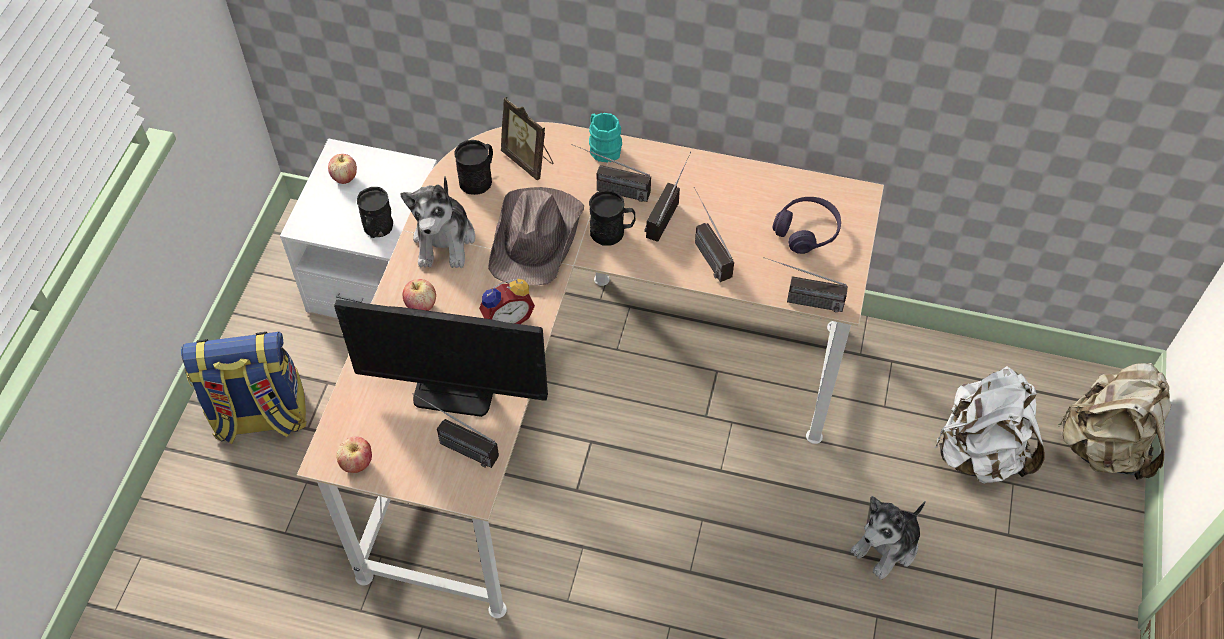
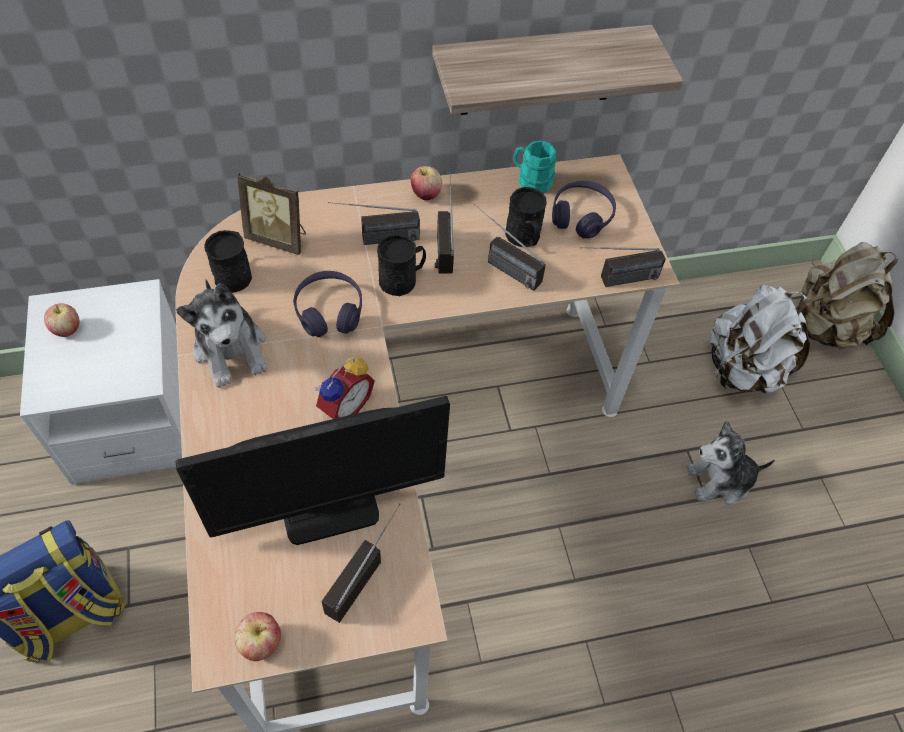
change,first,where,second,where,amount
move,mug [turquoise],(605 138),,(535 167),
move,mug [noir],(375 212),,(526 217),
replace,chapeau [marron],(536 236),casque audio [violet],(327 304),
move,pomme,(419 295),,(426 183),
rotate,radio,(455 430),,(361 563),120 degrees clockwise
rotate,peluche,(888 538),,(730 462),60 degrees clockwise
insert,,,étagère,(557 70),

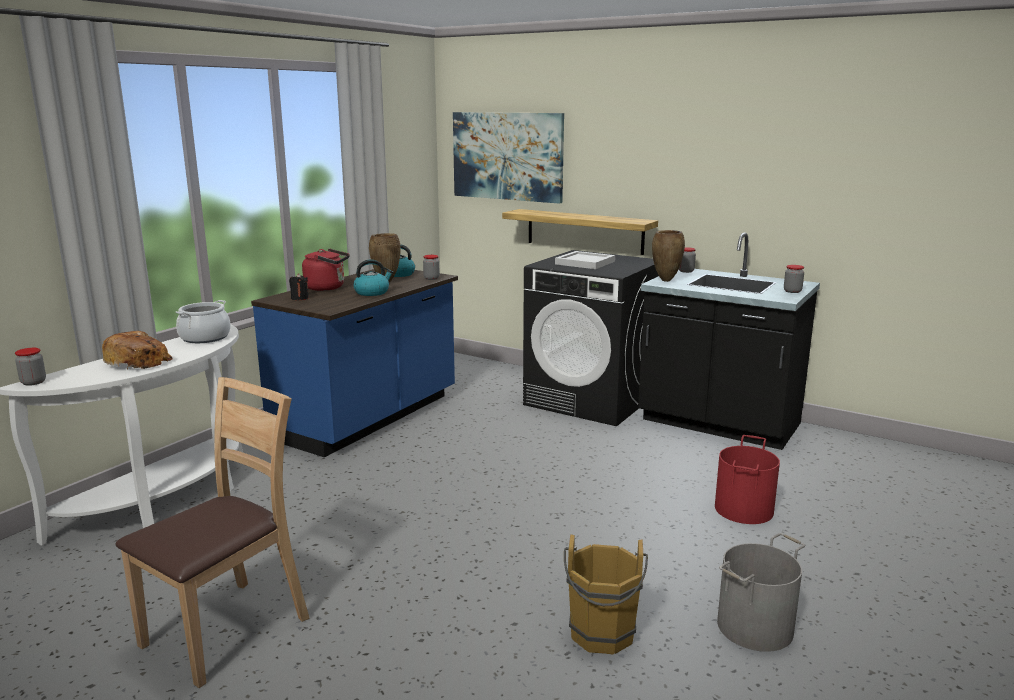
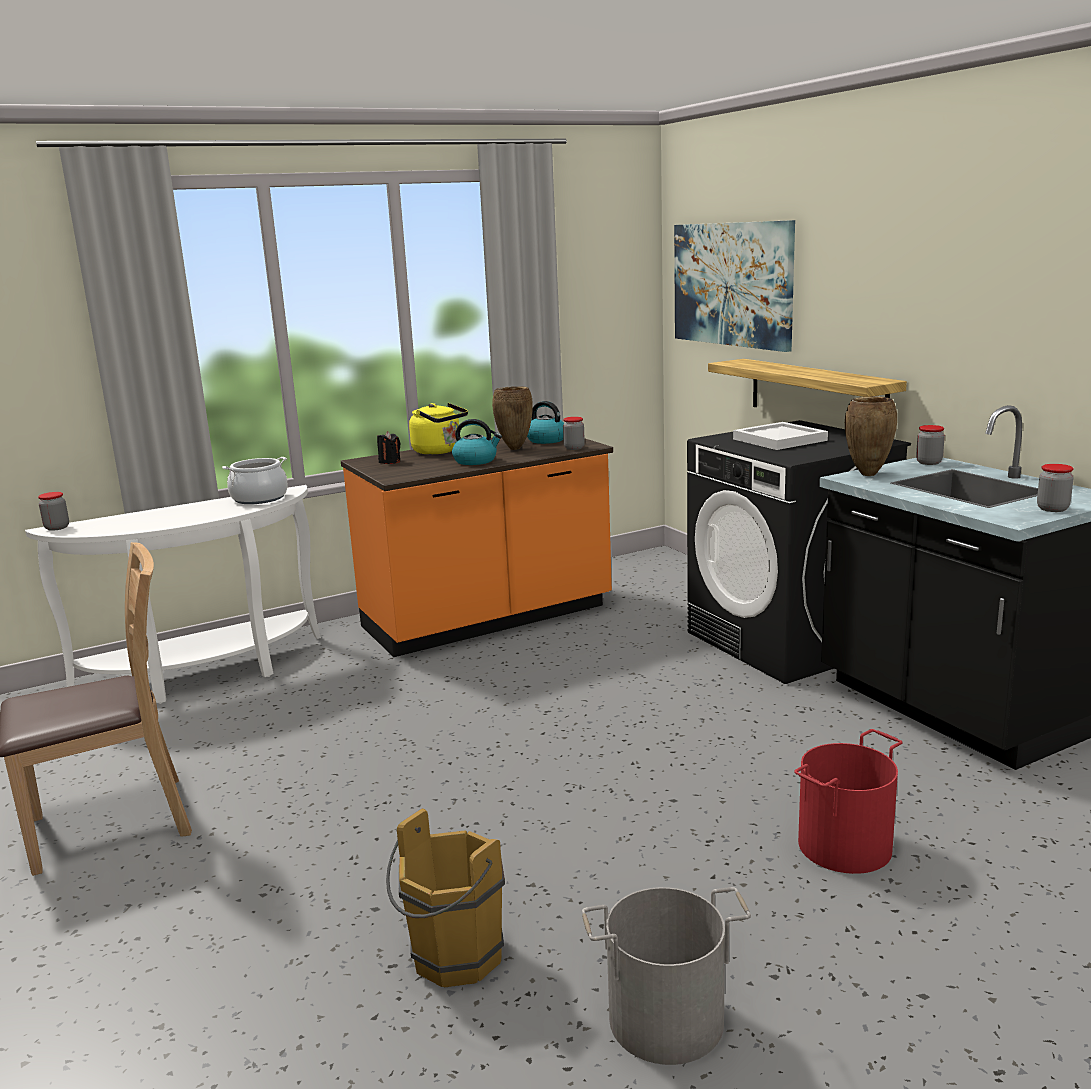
change,first,where,second,where,amount
recolor,bouilloire [rouge],(326 269),bouilloire [jaune],(438 429),
recolor,comptoir de cuisine [bleu],(354 363),comptoir de cuisine [orange],(477 547),
delete,pain,(137 350),,,

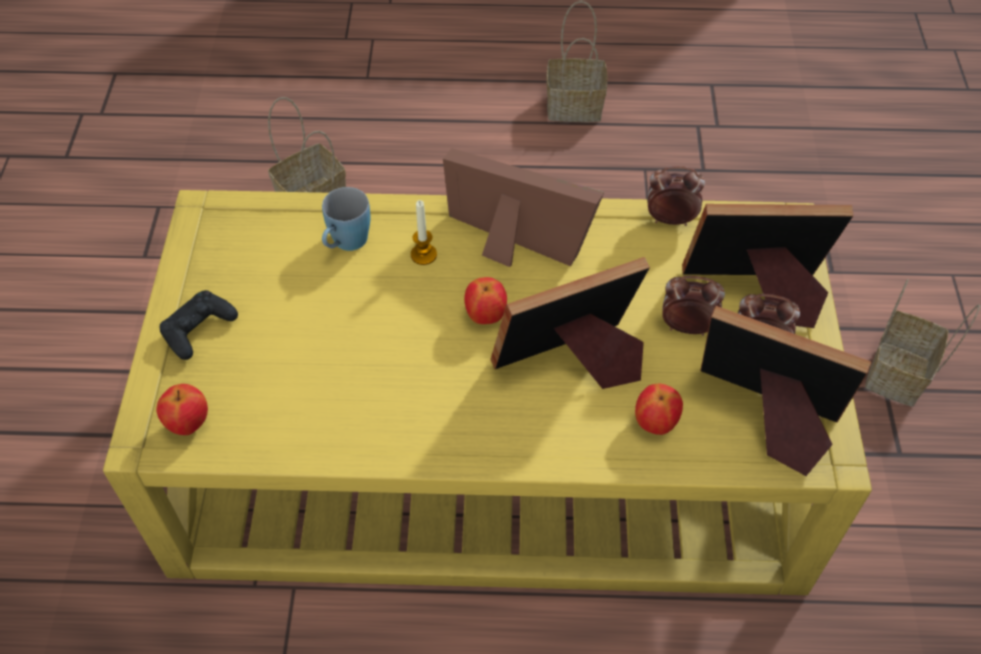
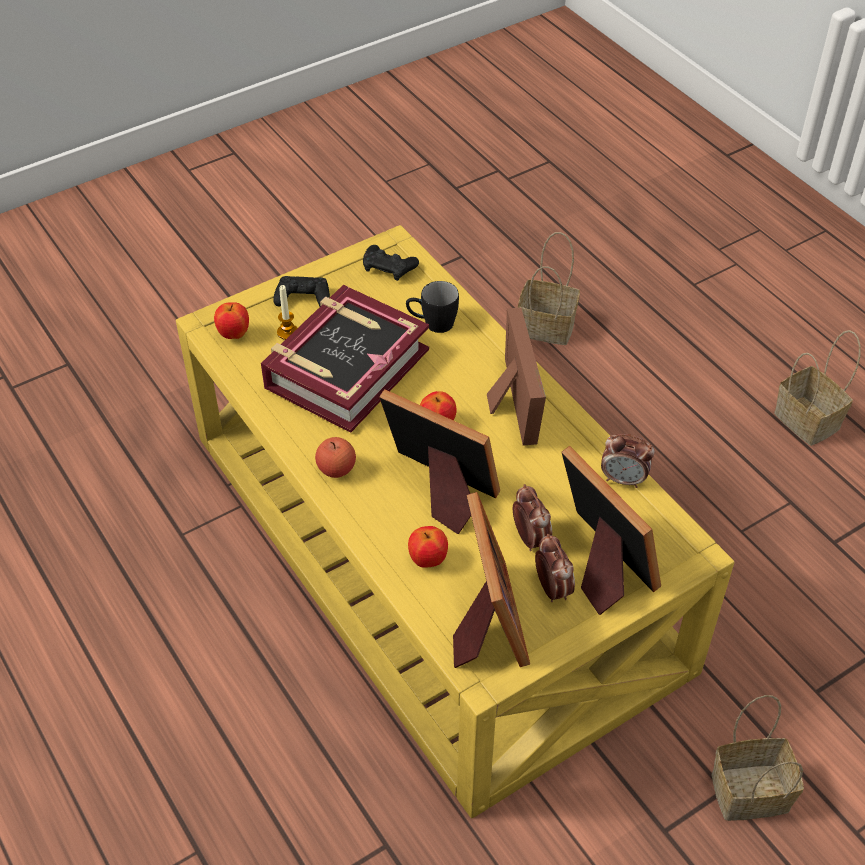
change,first,where,second,where,amount
rotate,réveil,(676 196),,(628 461),135 degrees clockwise
recolor,mug [bleu],(346 219),mug [noir],(432 307),
move,bougie,(424 232),,(287 312),
insert,,,manette [noir],(391 263),
insert,,,livre,(345 359),
insert,,,pomme,(335 457),

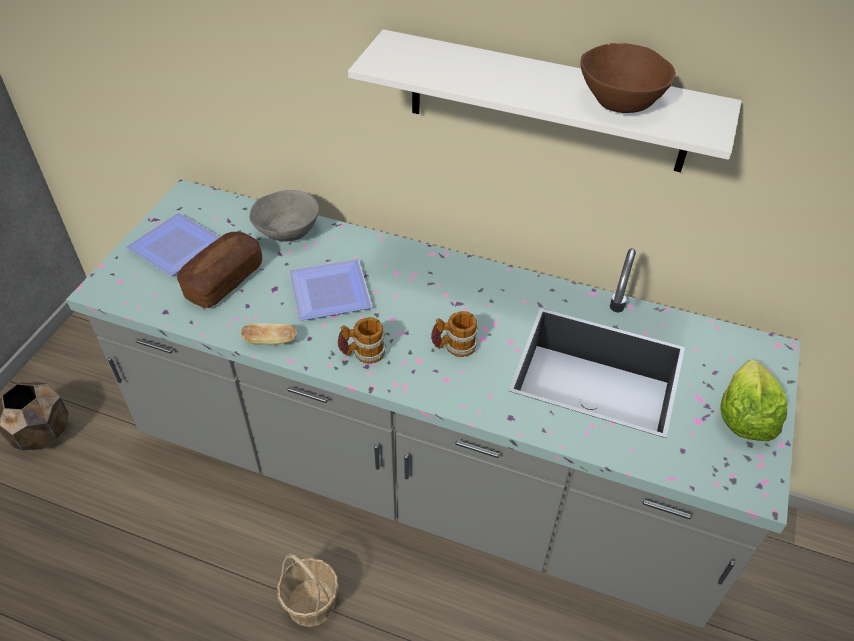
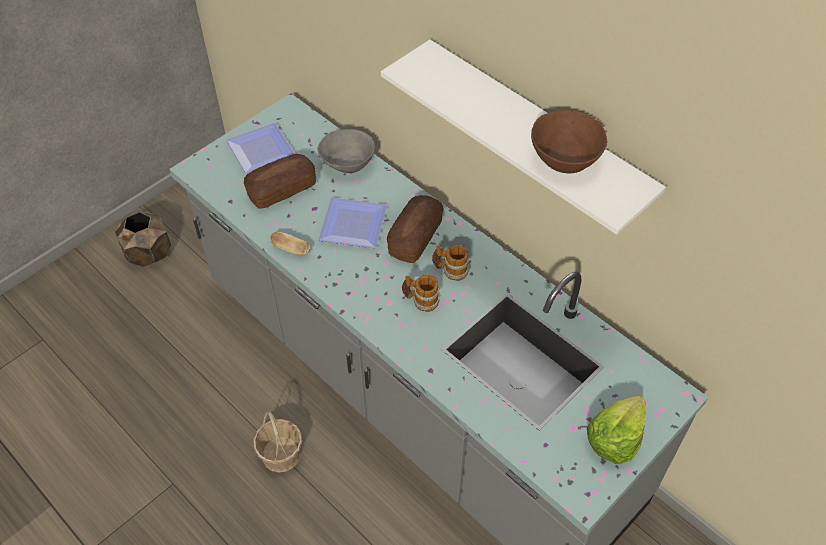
change,first,where,second,where,amount
move,mug,(362 340),,(450 263),
insert,,,pain,(415 229),

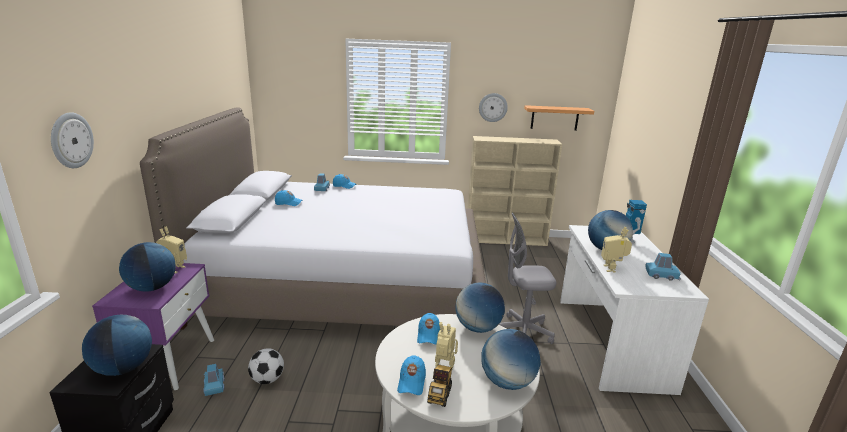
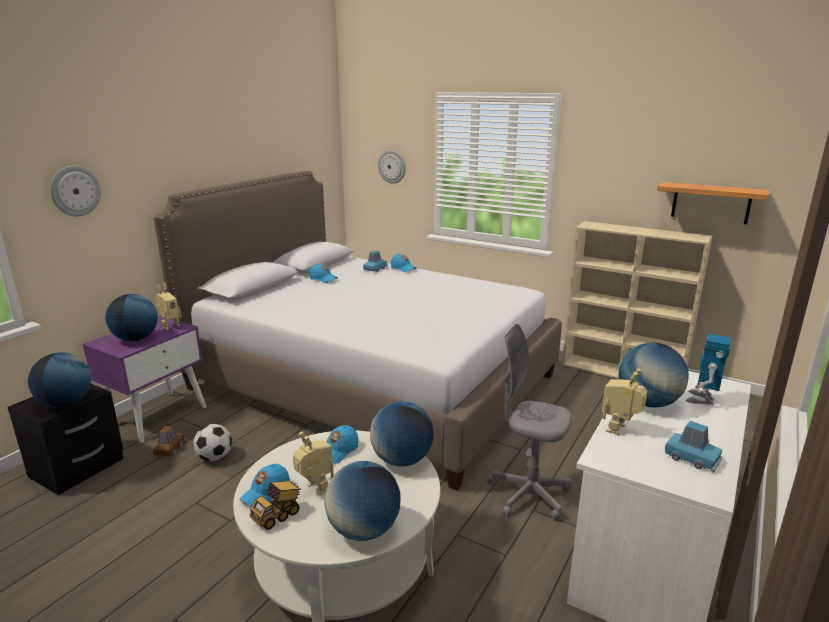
change,first,where,second,where,amount
move,horloge murale,(493 107),,(392 167),
recolor,petite voiture [bleu],(214 380),petite voiture [marron],(169 441),

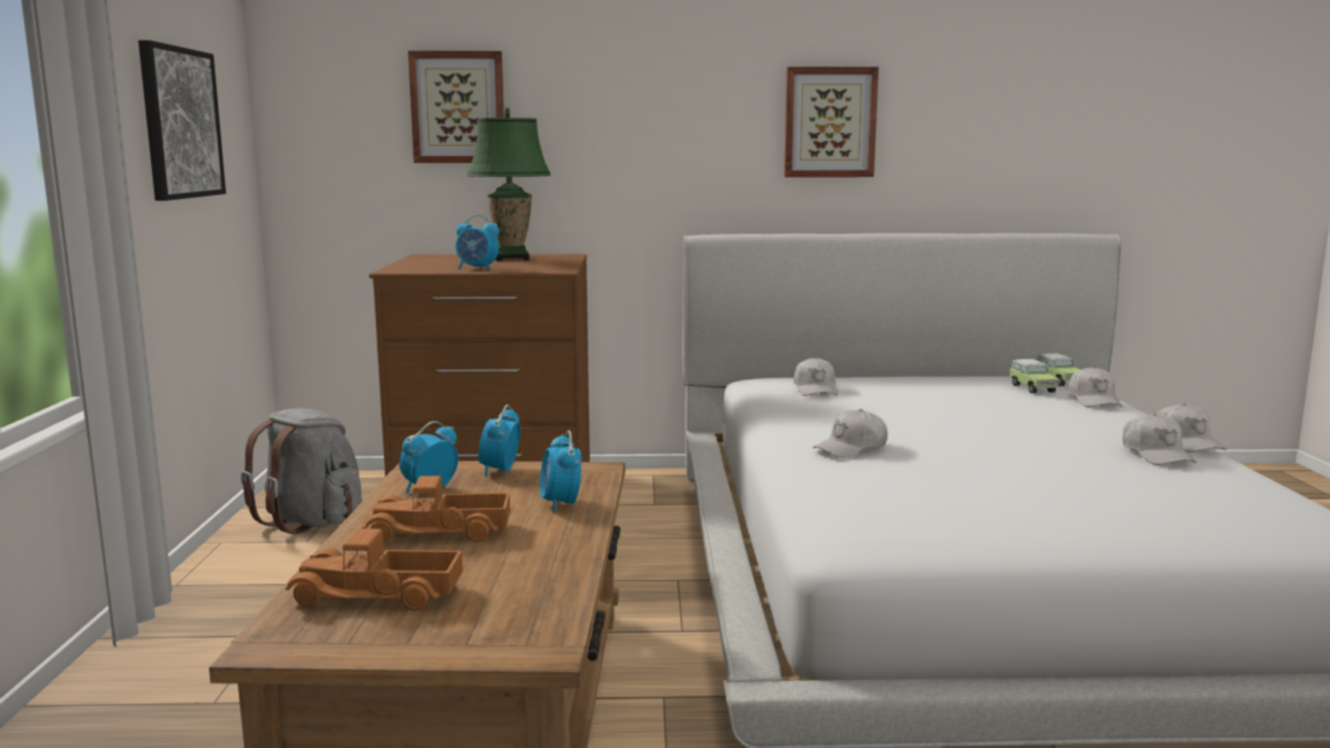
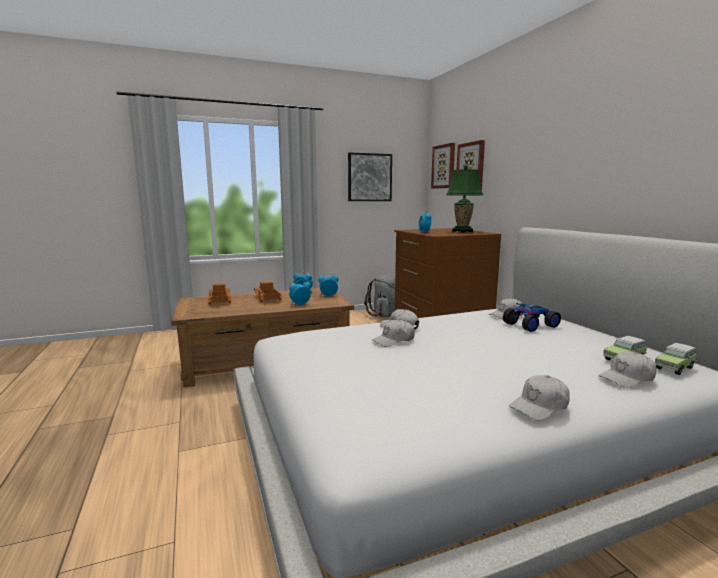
change,first,where,second,where,amount
move,tableau,(831 122),,(443 166),
move,casquette [blanc],(1159 439),,(393 333),
insert,,,petite voiture,(532 317),

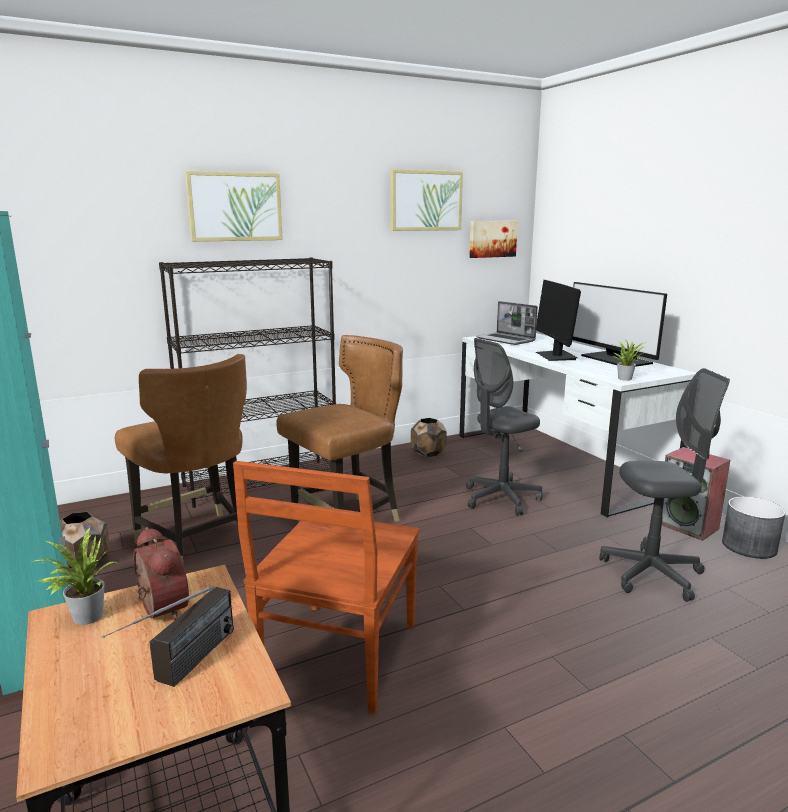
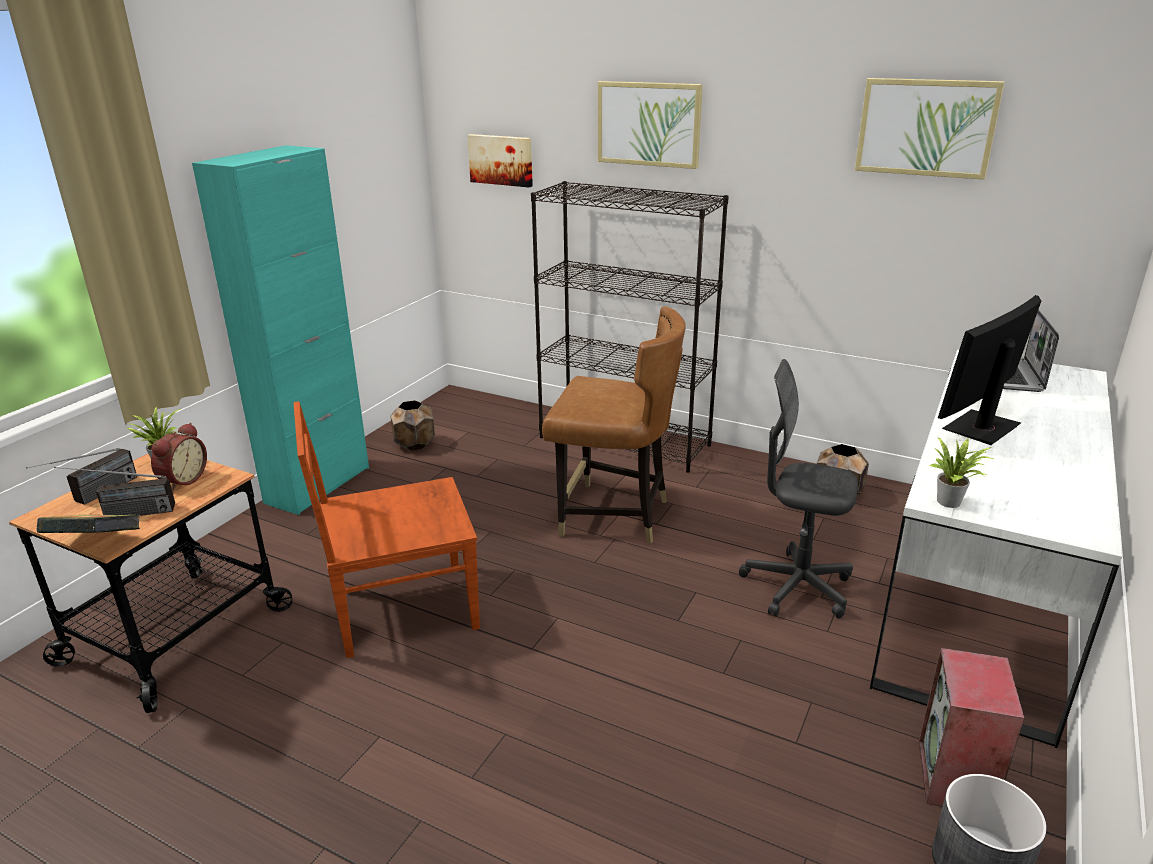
change,first,where,second,where,amount
move,tableau,(493 239),,(500 160),
delete,écran d'ordinateur,(619 324),,,
delete,chaise [marron],(181 457),,,
delete,chaise de bureau [gris],(664 485),,,
insert,,,radio,(81 476),
insert,,,livre,(88 523),

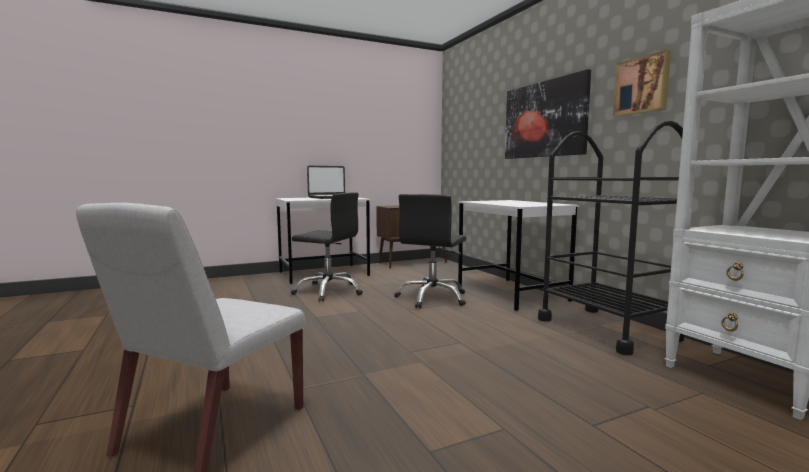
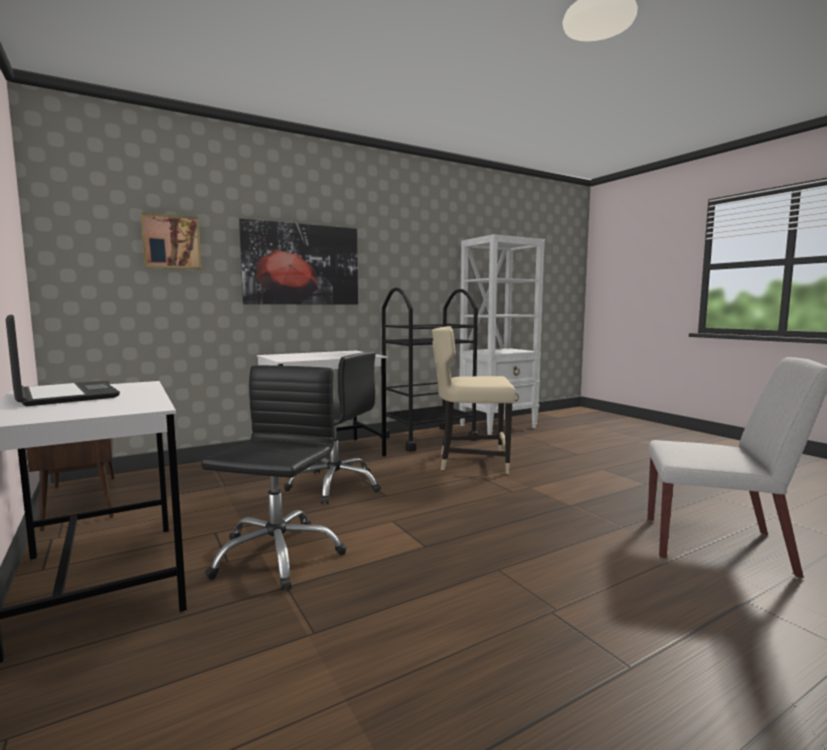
change,first,where,second,where,amount
move,tableau,(642 83),,(171 240),
insert,,,chaise [beige],(474 400),

